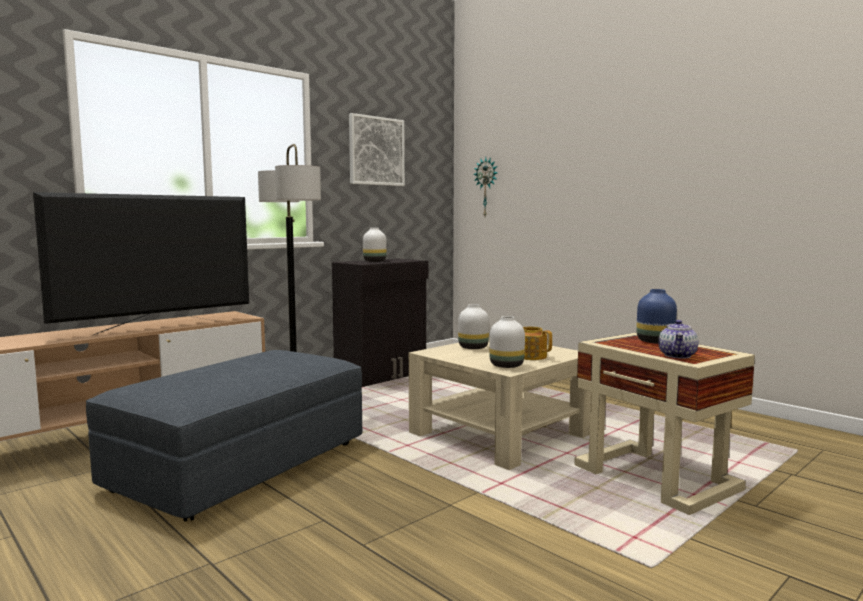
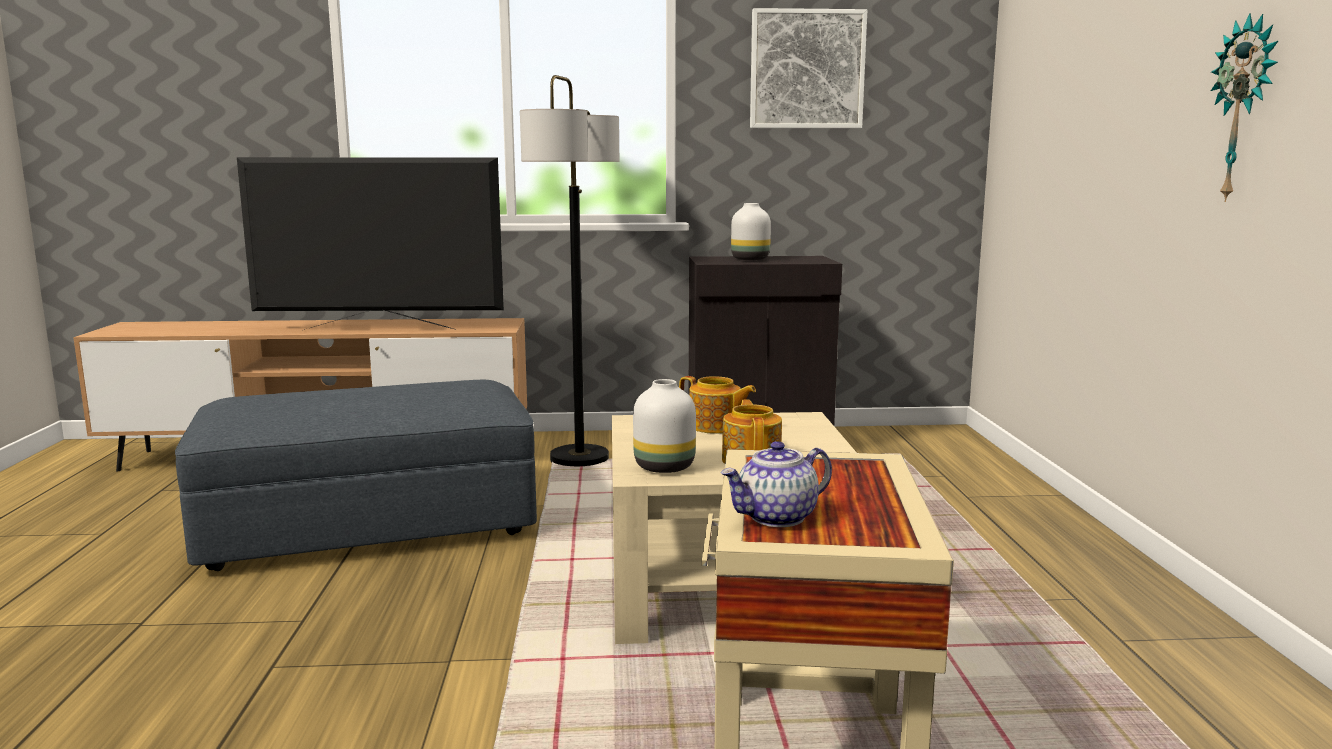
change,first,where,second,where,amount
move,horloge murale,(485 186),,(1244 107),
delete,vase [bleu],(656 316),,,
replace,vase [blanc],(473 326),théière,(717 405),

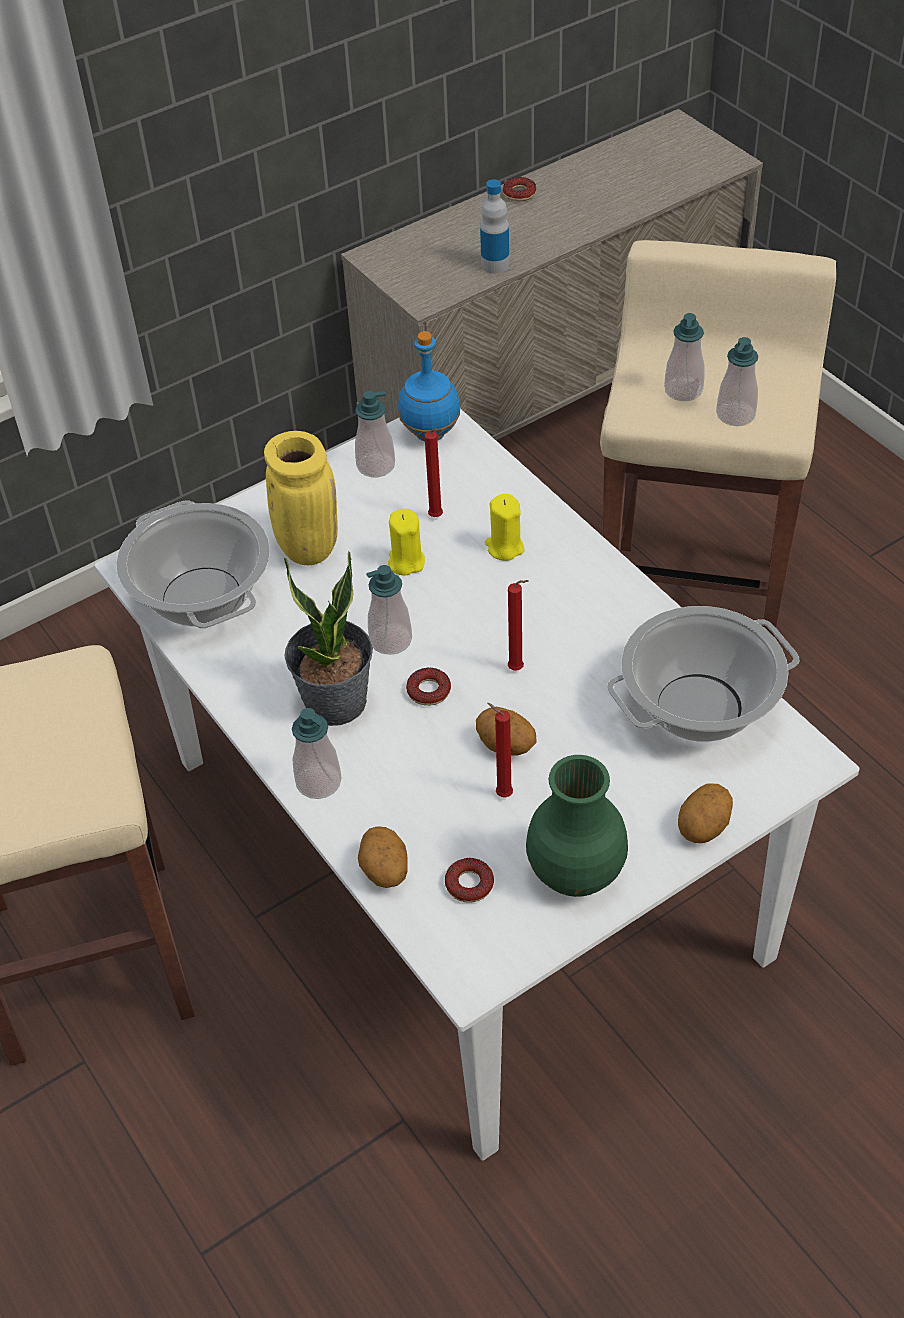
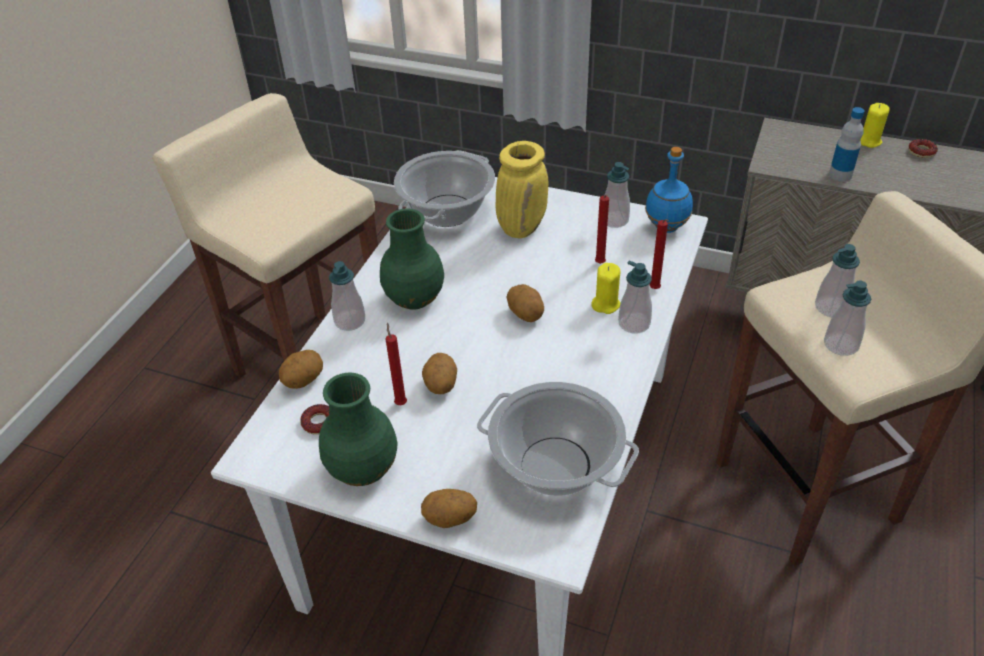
change,first,where,second,where,amount
move,bougie [jaune],(406 542),,(875 125),
replace,plante en pot,(328 639),vase [vert],(412 259),
move,distributeur de savon,(389 610),,(635 297),
move,bougie [rouge],(518 625),,(659 254),
delete,beignet,(428 687),,,
insert,,,pomme de terre,(525 303),

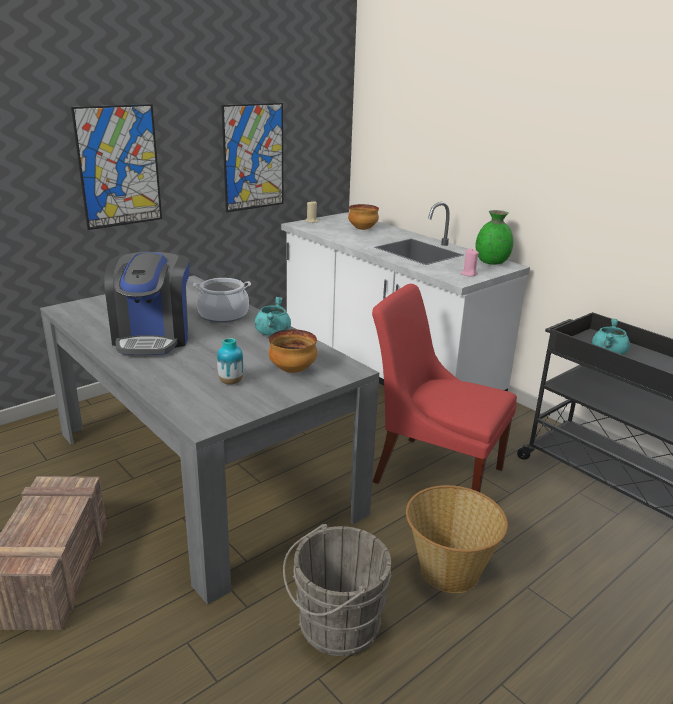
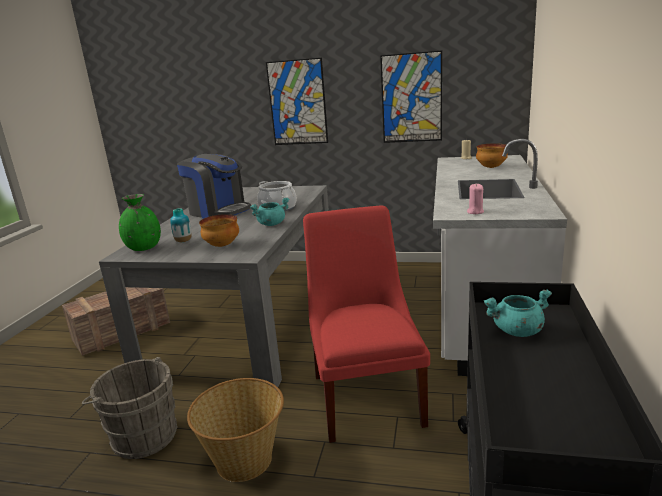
change,first,where,second,where,amount
move,vase [vert],(494 237),,(140 222),
rotate,machine à café,(147 303),,(214 186),105 degrees counterclockwise

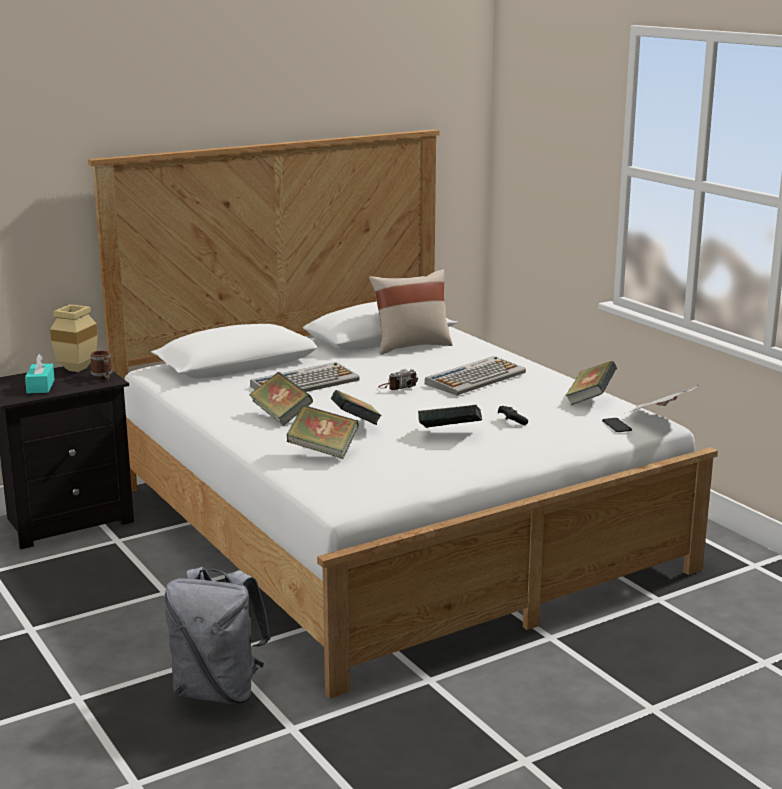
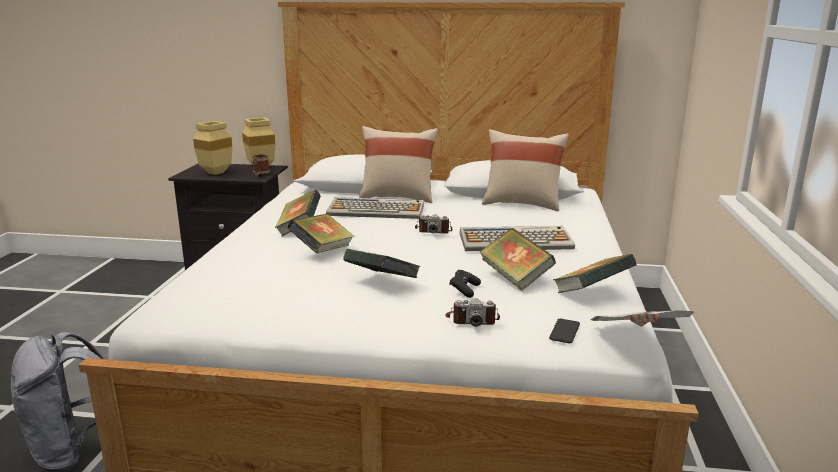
change,first,where,second,where,amount
replace,boîte à mouchoirs [turquoise],(40 374),vase [beige],(212 148),
move,livre,(322 432),,(517 259),
insert,,,coussin [beige],(398 164),
insert,,,appareil photo,(472 312),

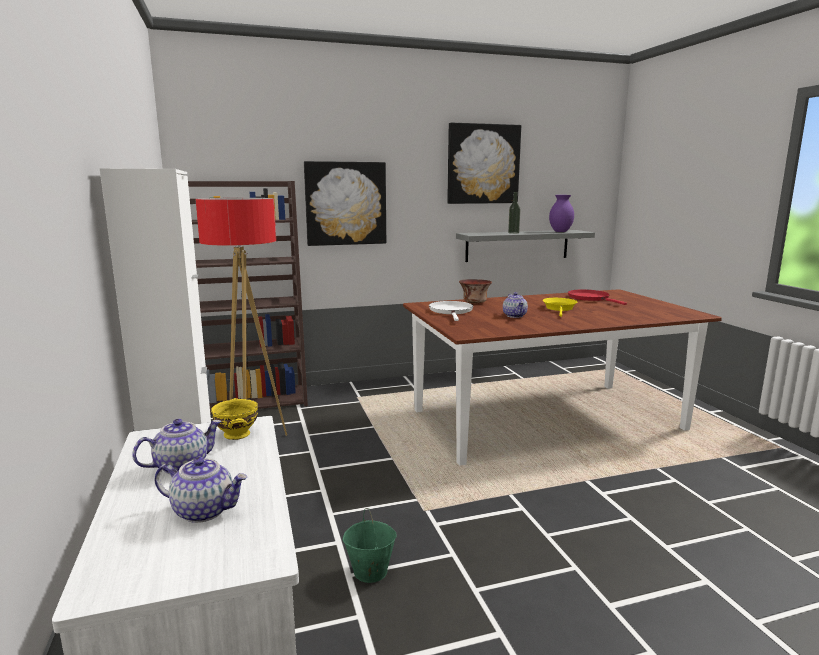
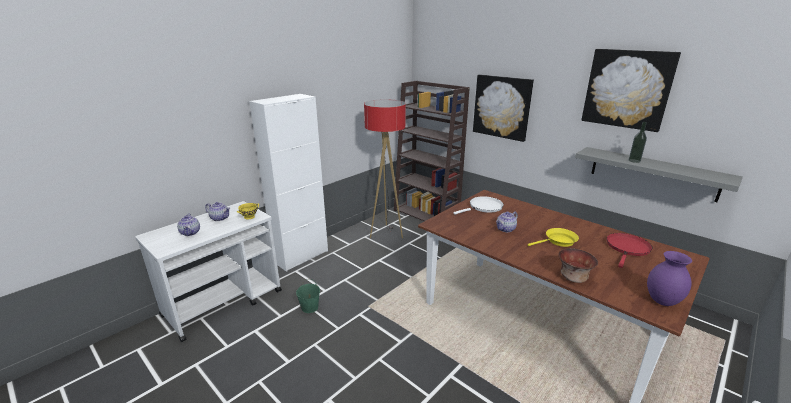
change,first,where,second,where,amount
move,vase [violet],(561 213),,(669 278),
move,bol,(475 291),,(578 265),

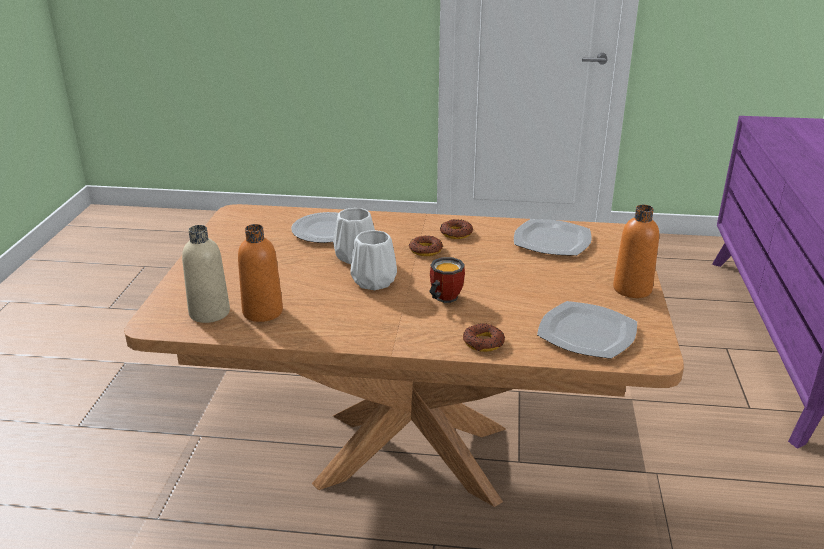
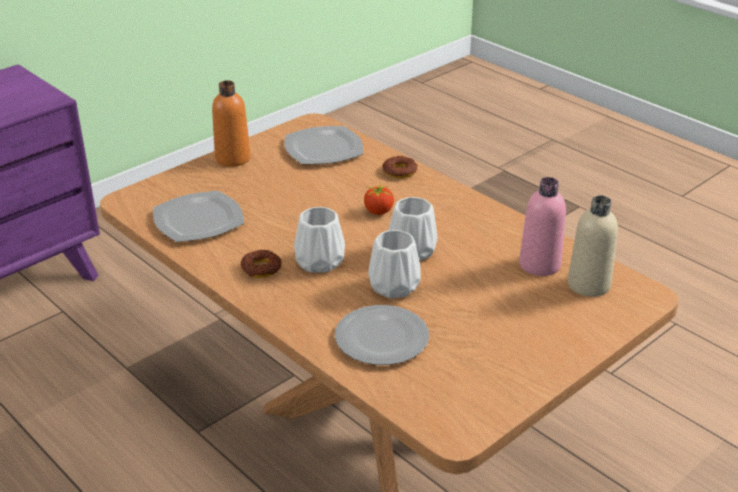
change,first,where,second,where,amount
recolor,bouteille [orange],(260 273),bouteille [rose],(542 226),
replace,beignet,(426 246),vase [blanc],(319 240),
replace,mug,(447 280),tomate,(379 199),

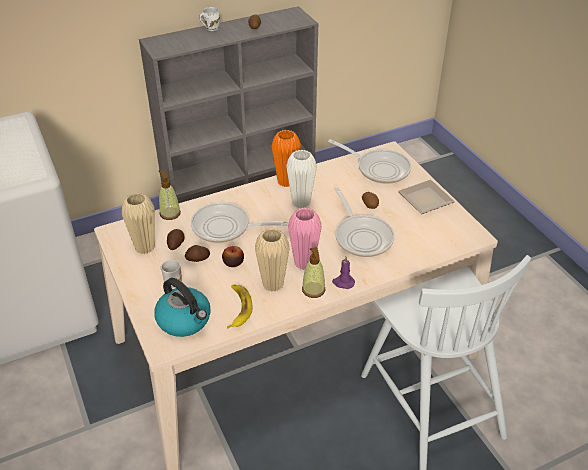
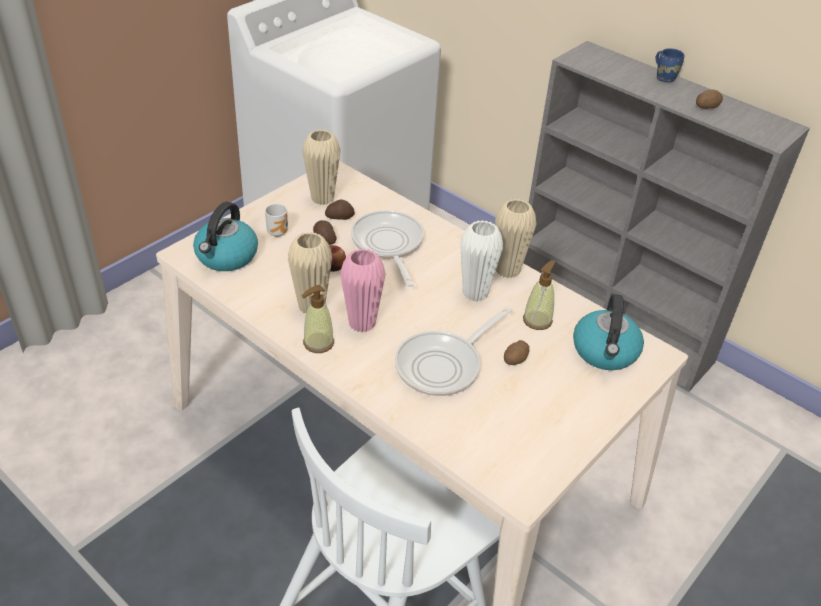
change,first,where,second,where,amount
recolor,mug [blanc],(209 19),mug [bleu],(670 65),
recolor,vase [orange],(286 158),vase [beige],(516 238),
replace,poêle,(369 161),bouilloire,(608 332),
move,distributeur de savon,(170 195),,(540 295),
delete,assiette,(426 197),,,
delete,bougie [violet],(343 273),,,
delete,banane,(239 306),,,

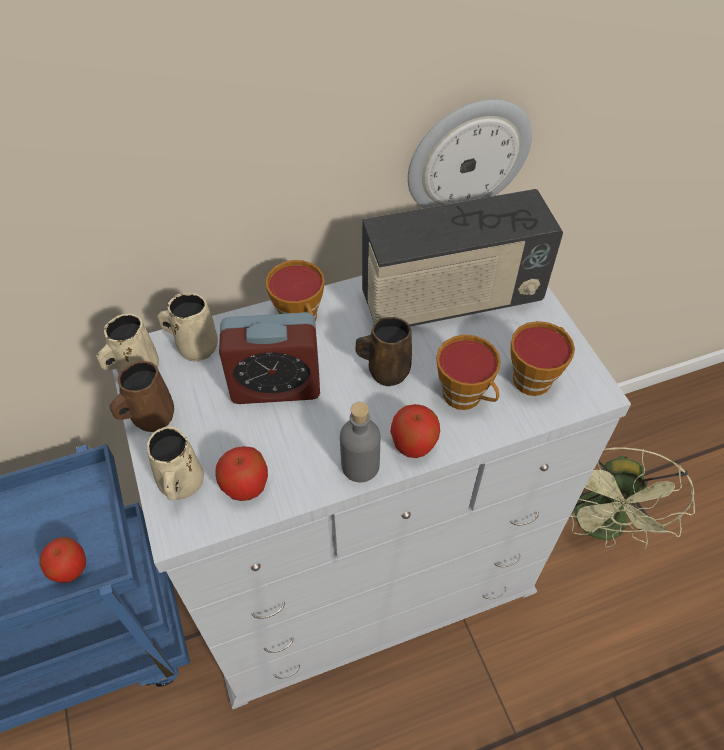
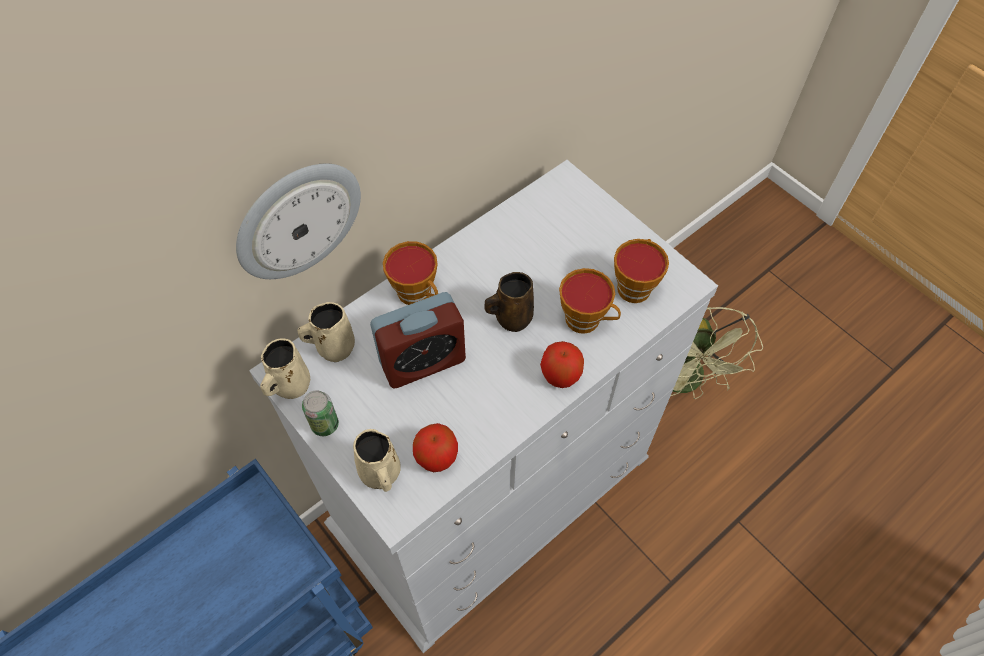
change,first,where,second,where,amount
move,horloge murale,(470 153),,(298 221),
delete,radio,(462 258),,,
replace,mug [marron],(142 396),boîte métallique,(320 413),
delete,bouteille [gris],(360 442),,,
delete,pomme,(62 560),,,

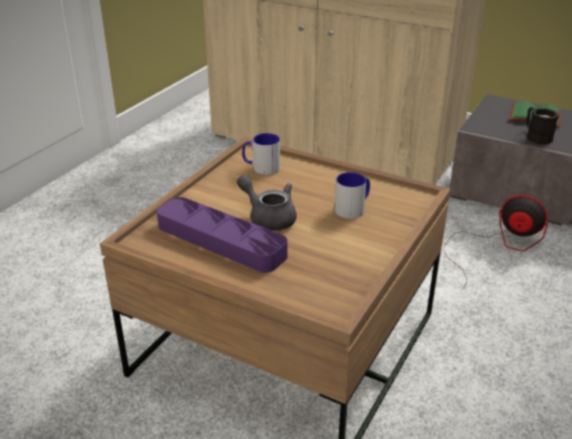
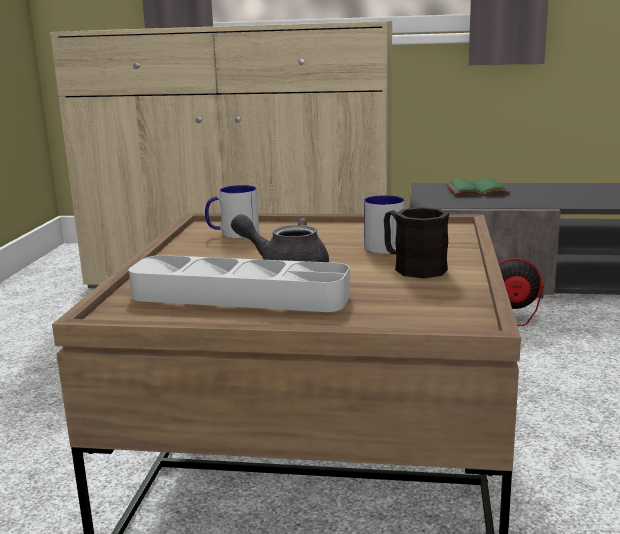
change,first,where,second,where,amount
move,mug [noir],(542 126),,(416 242),
recolor,plateau [violet],(222 235),plateau [gris],(239 283),

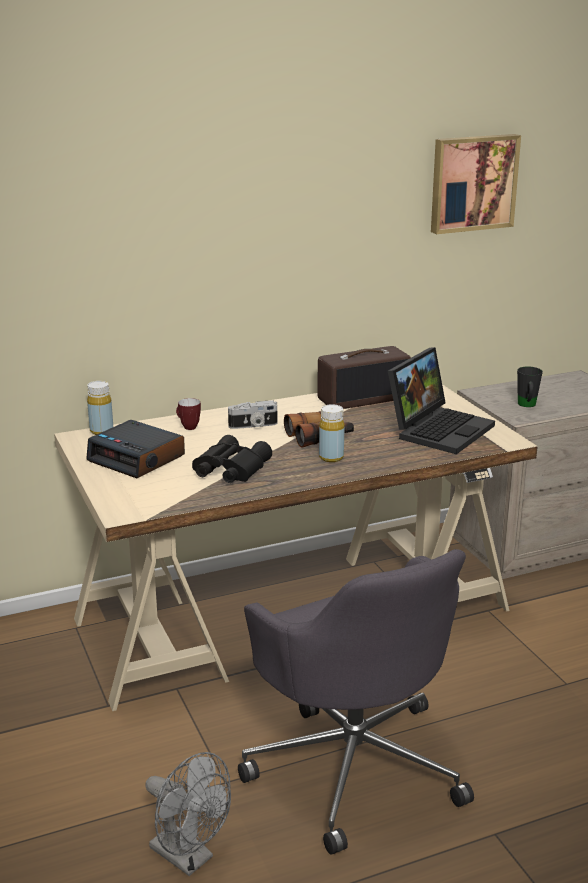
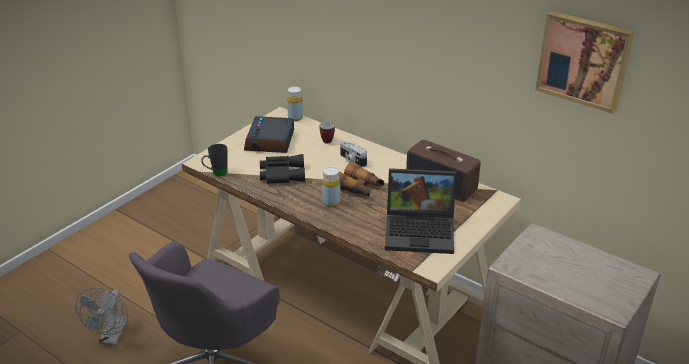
change,first,where,second,where,amount
move,mug [noir],(530 386),,(214 160),

